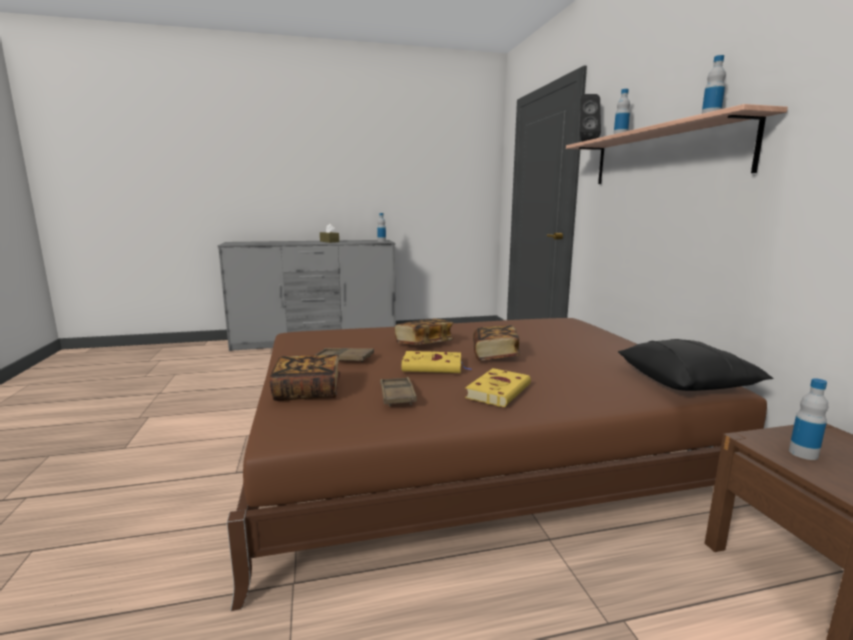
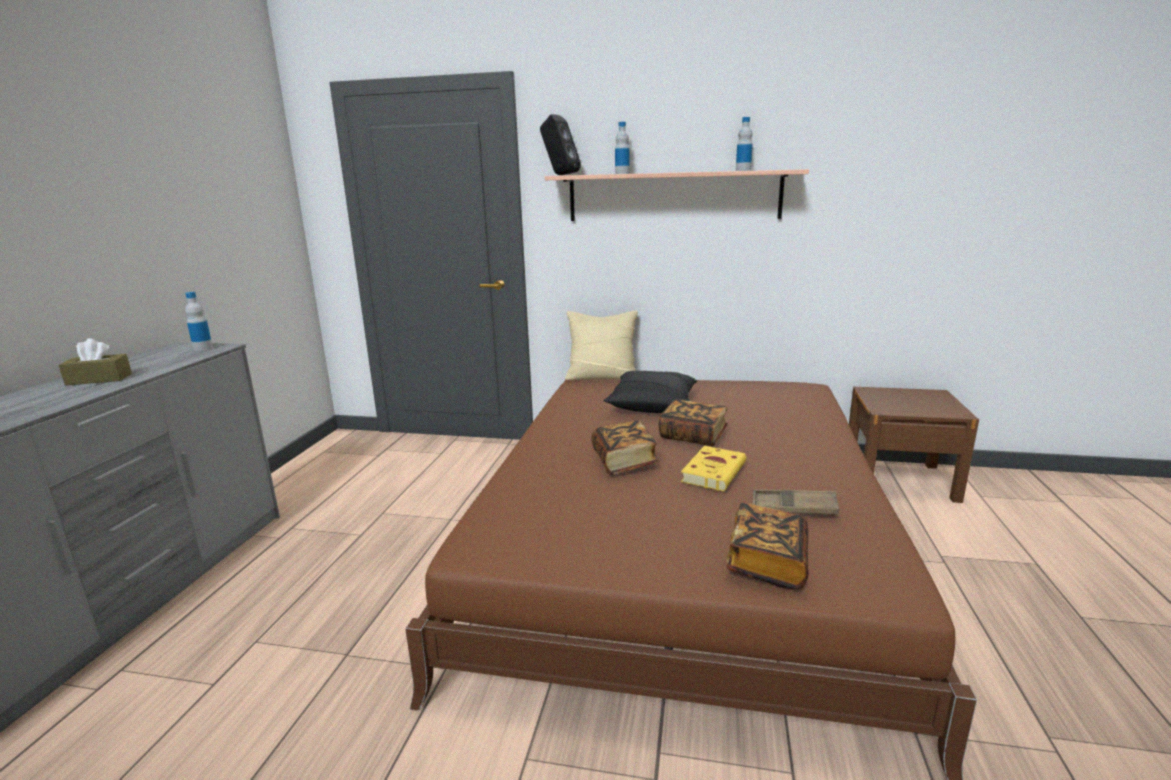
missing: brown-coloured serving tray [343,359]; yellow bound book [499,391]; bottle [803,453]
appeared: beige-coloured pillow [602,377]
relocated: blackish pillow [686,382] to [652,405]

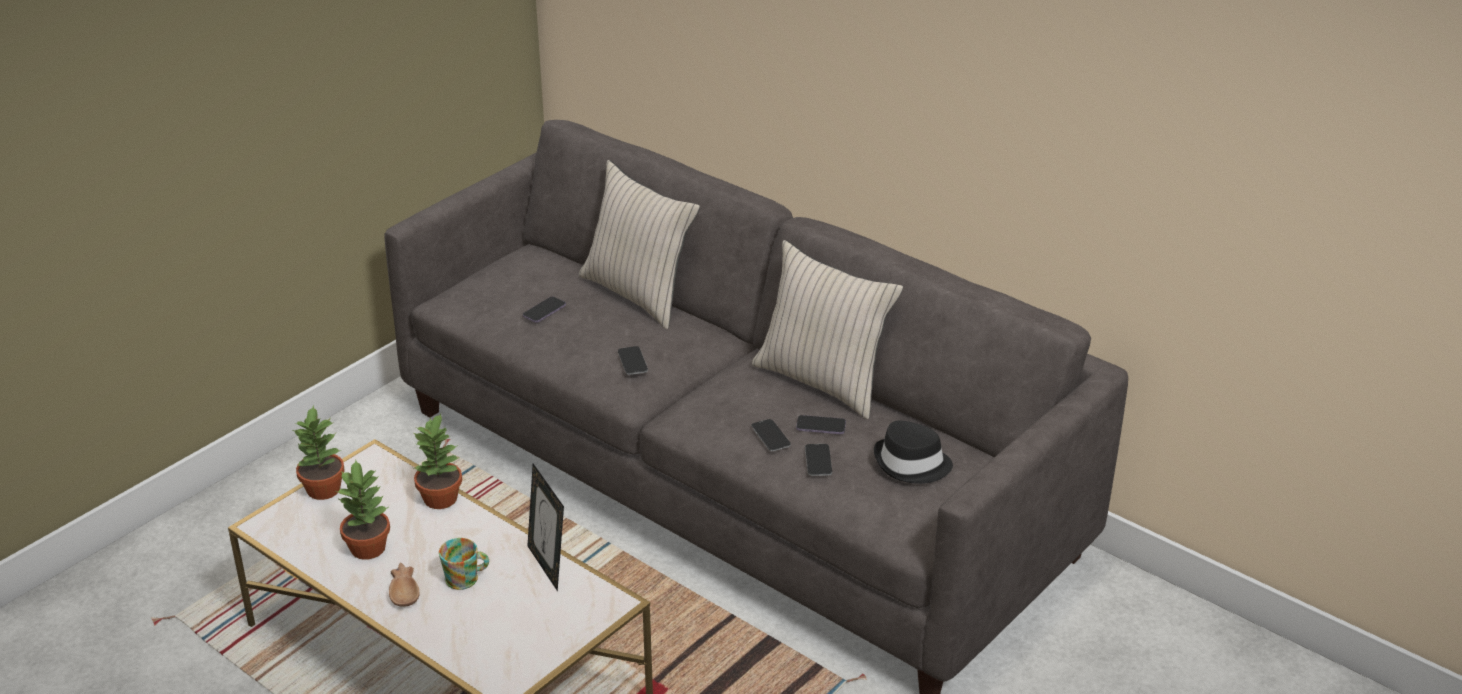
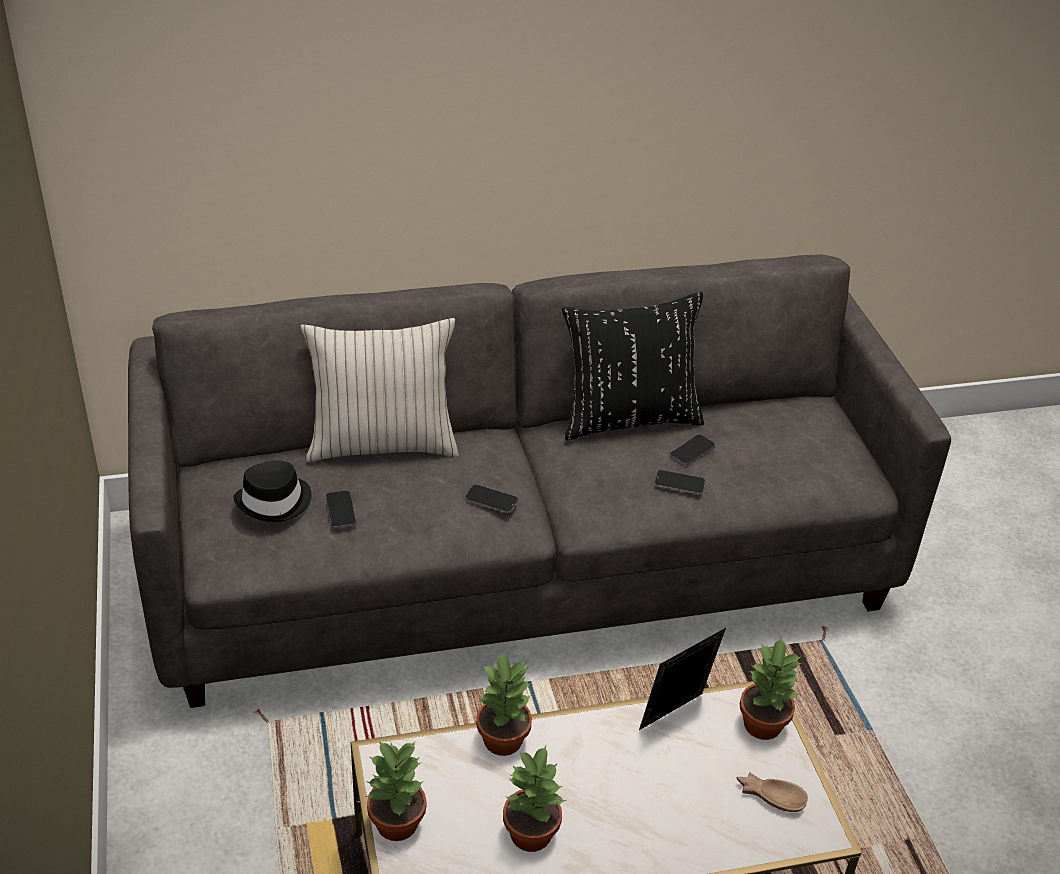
missing: mug [466,579]; handset [818,461]
appeared: plant in a pot [763,724]
relocated: blackish wearable hat [911,464] to [275,502]; brown-coloured bowl [405,589] to [770,794]
colour: beige-coloured pillow [823,381] to blackish pillow [628,418]
spun: standing frame [548,566] = [675,716] 135 degrees clockwise

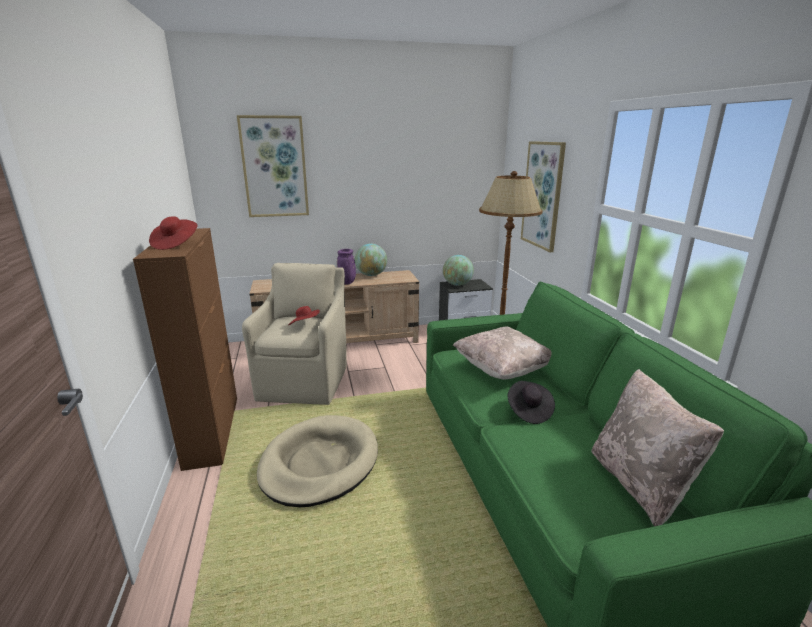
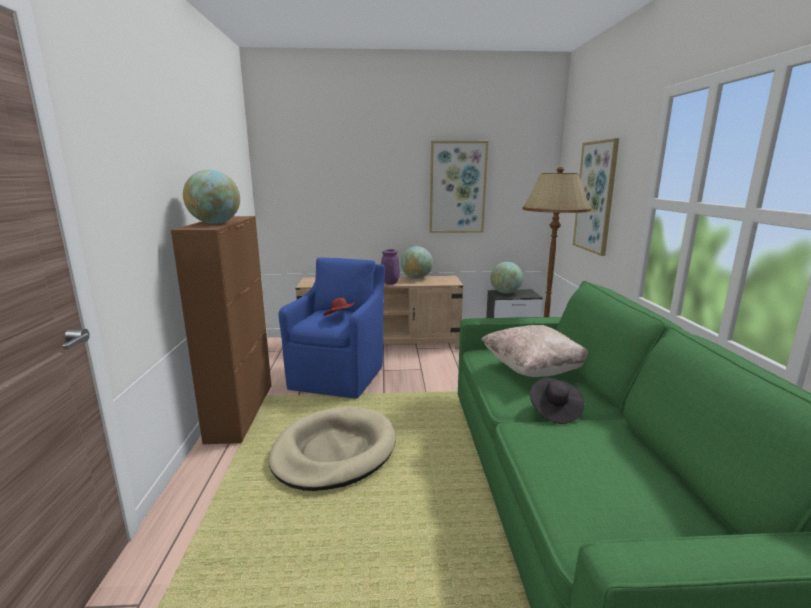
missing: beige-coloured pillow [639,484]
relocated: wall art [274,167] to [457,187]
exchanged: reddish wearable hat [175,244] to world globe [215,223]
colour: beige-coloured easy chair [305,381] to blue-coloured easy chair [339,376]

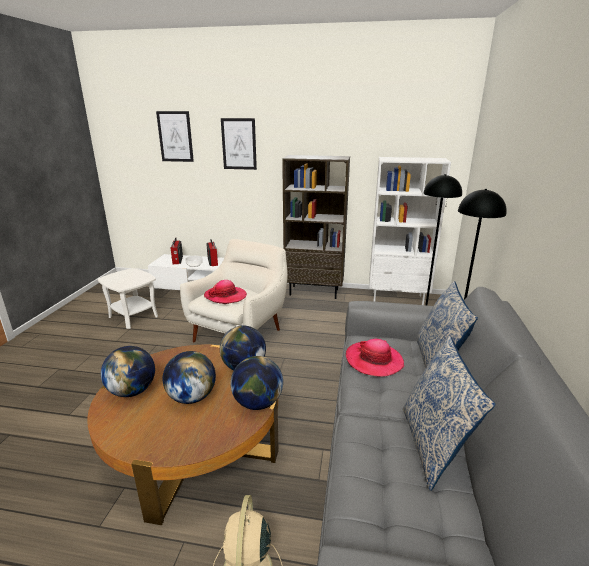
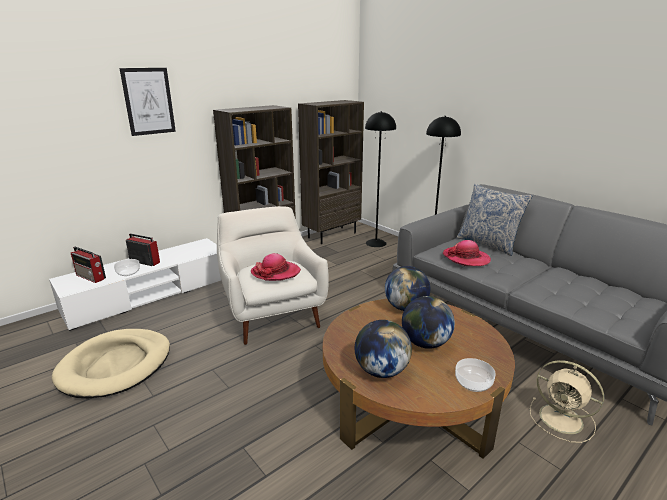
missing: wall art [175,136]; world globe [257,403]; pillow [433,445]
appeared: bowl [473,383]
exchanged: whitish accent table [133,316] to beige-coloured dog bed [116,365]
colour: whitish shelving unit [398,298] to brown-coloured shelving unit [332,235]

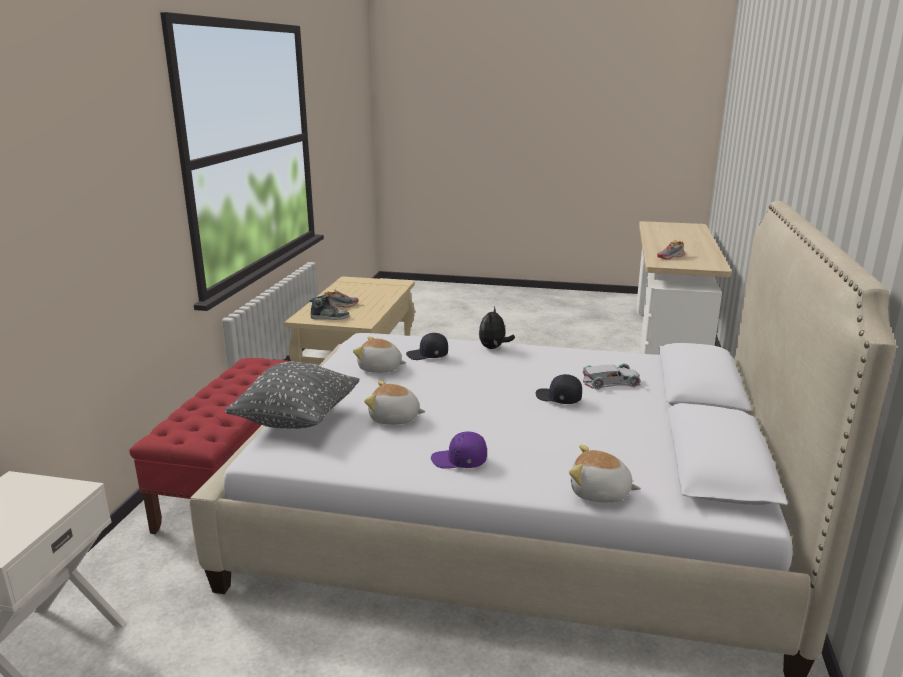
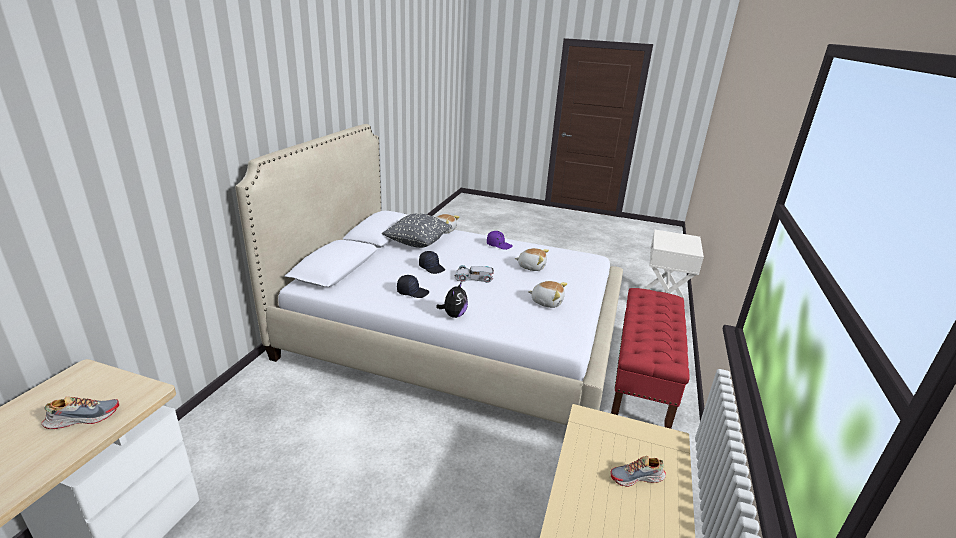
missing: shoe [329,317]
relocated: grey pillow [297,420] to [417,243]; blackish peaked cap [427,355] to [412,292]; whitish miniature car [611,382] to [473,277]

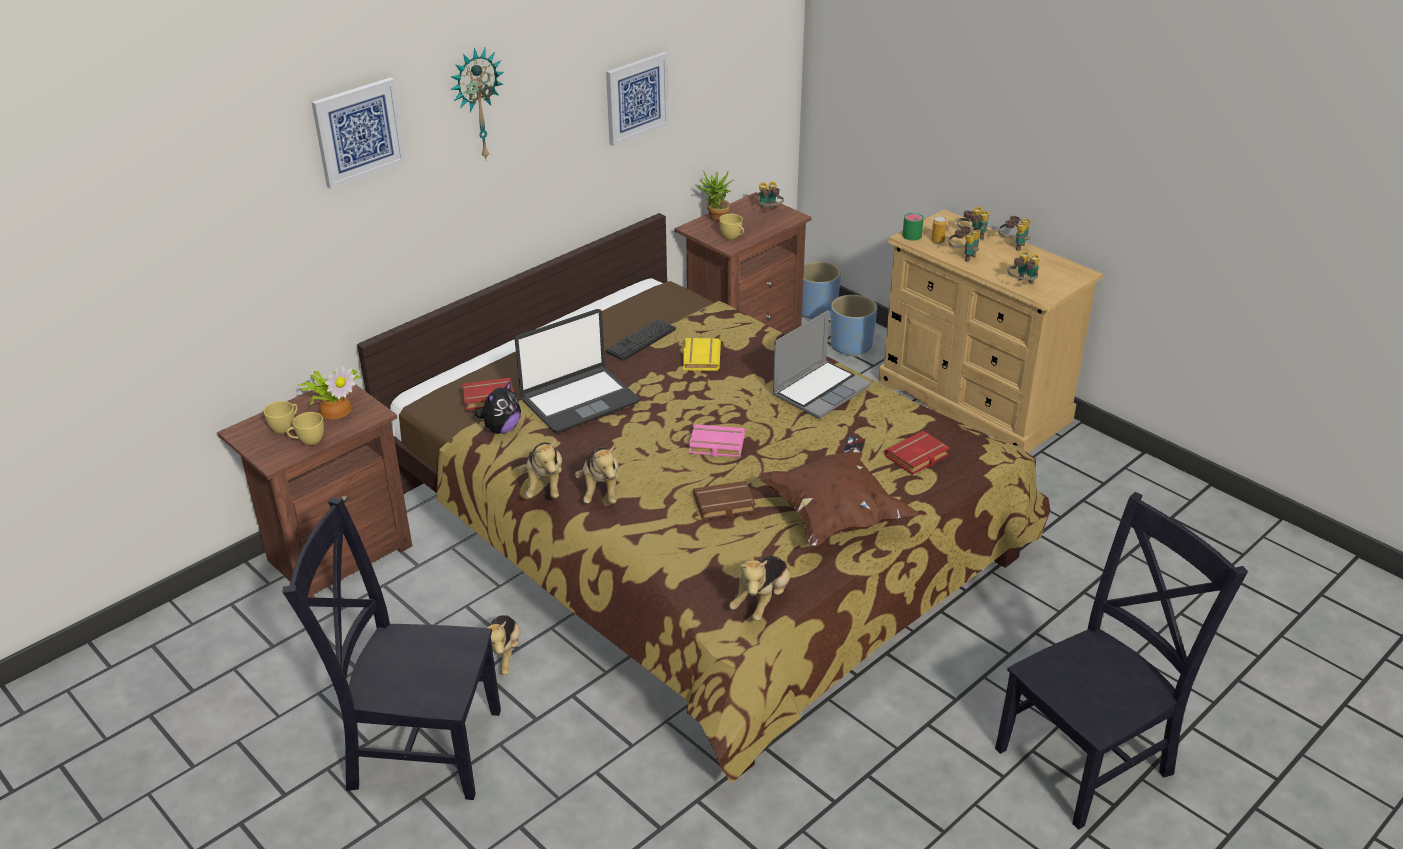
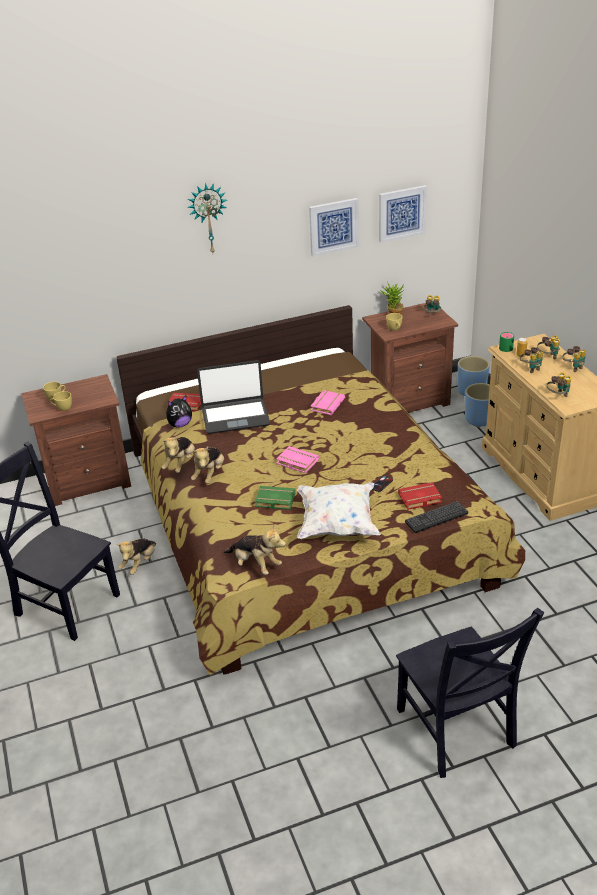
missing: plant in a pot [335,408]; portable computer [821,390]
relocated: wall art [358,132] to [401,213]; keyboard [641,340] to [436,517]
colour: brown-coloured bound book [723,505] to greenish bound book [274,501]; brown-coloured pillow [834,516] to whitish pillow [337,524]; yellow bound book [700,357] to pink-coloured bound book [327,404]
spun: plush toy [762,601] = [255,565] 105 degrees counterclockwise; blackish plain chair [1089,758] = [457,732] 75 degrees clockwise

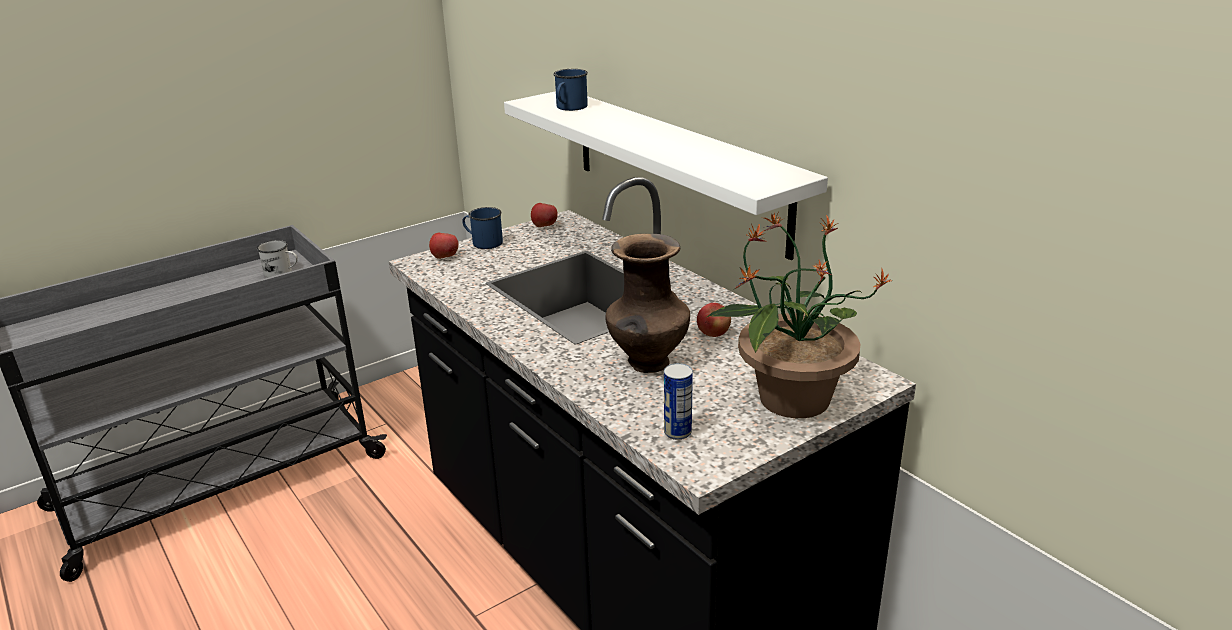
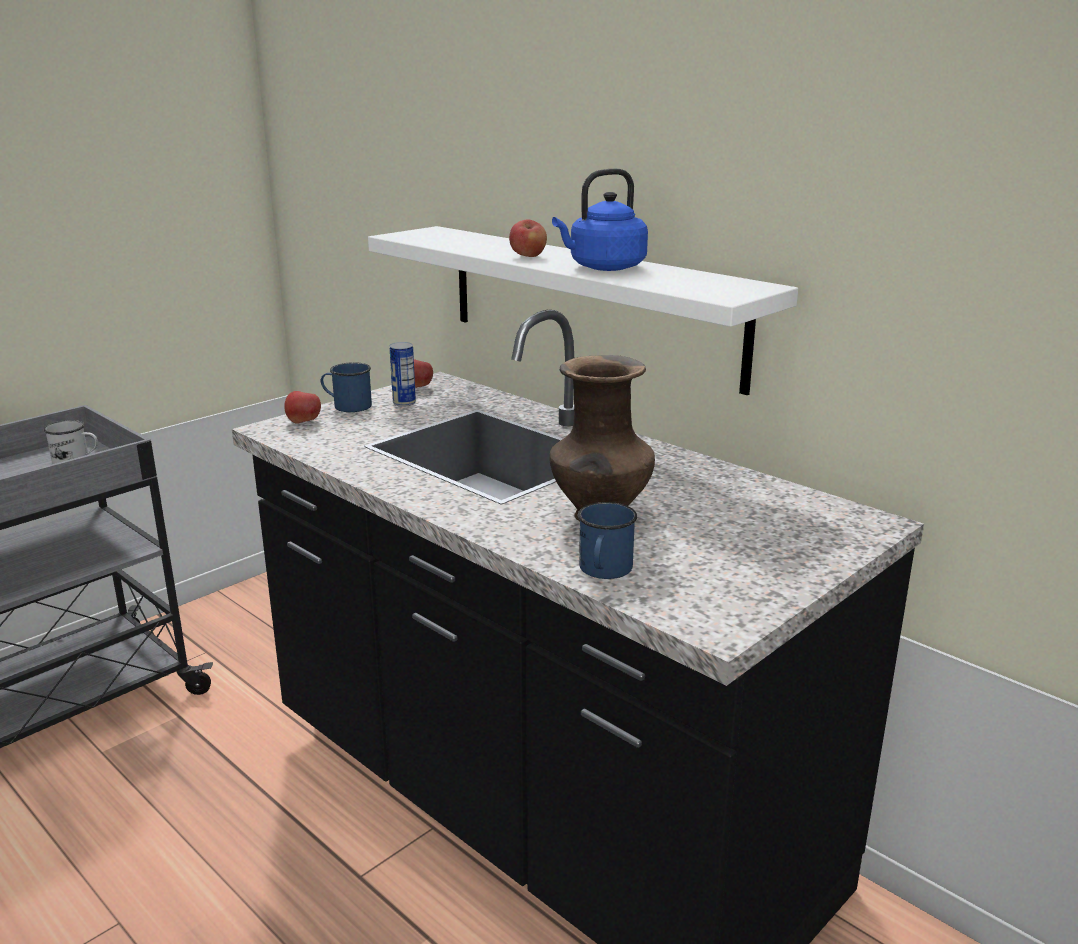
missing: plant in a pot [791,398]
appeared: blue-coloured water kettle [603,267]
relocated: sealed can [677,432] to [404,403]; apple [713,334] to [528,256]; blue-coloured mug [569,108] to [603,571]

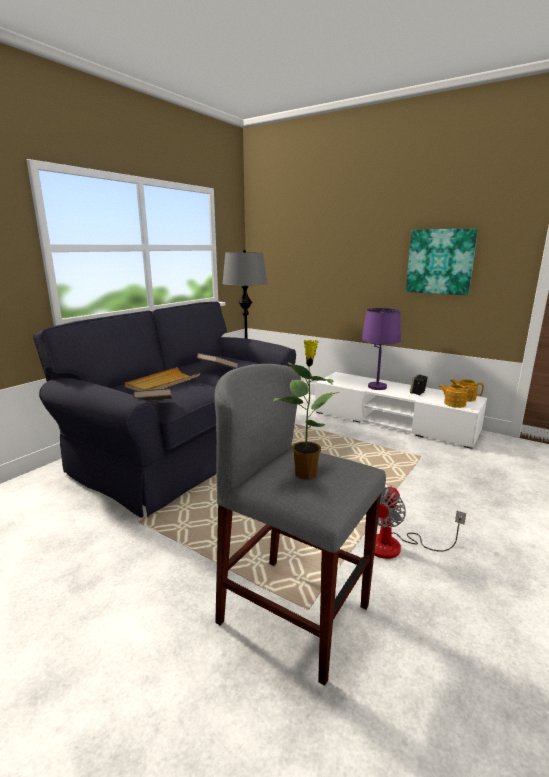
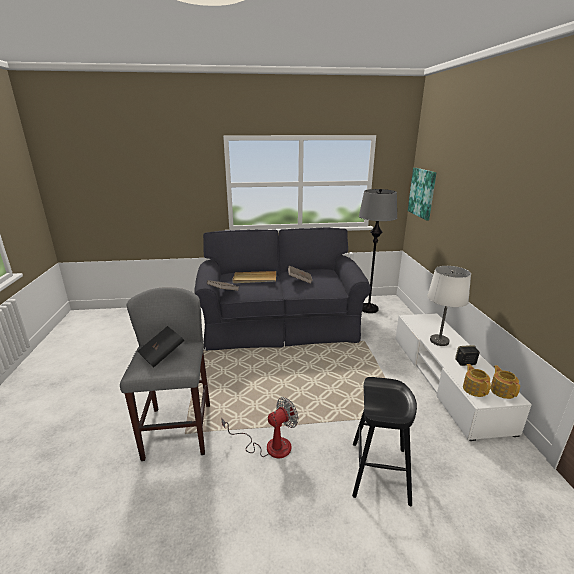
appeared: blackish sitting stool [379,471]
relocated: wall art [440,261] to [422,193]
exchanged: plant in a pot [306,473] to blackish bound book [162,355]
colour: purple-coloured lamp for a table [377,387] to whitish lamp for a table [439,341]
spun: cooling fan [396,546] = [269,446] 150 degrees clockwise

